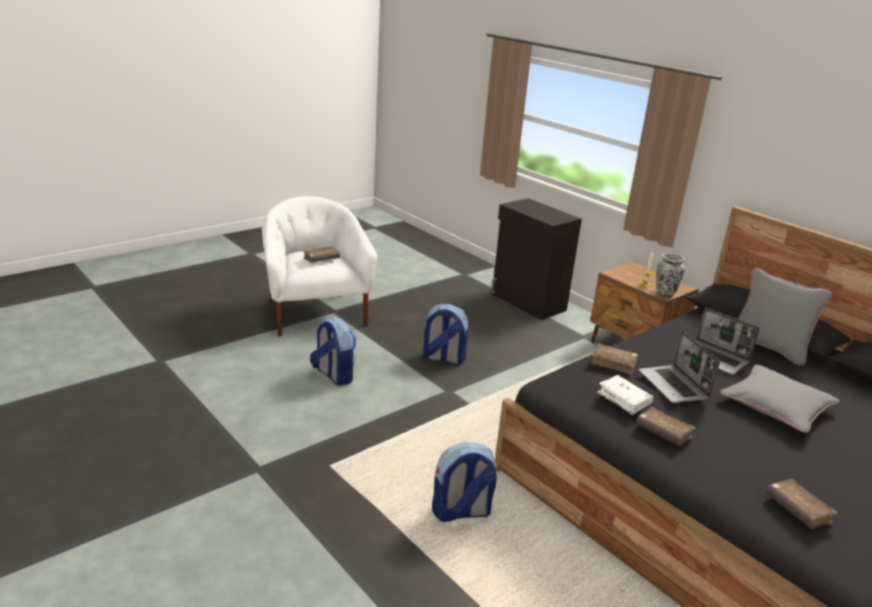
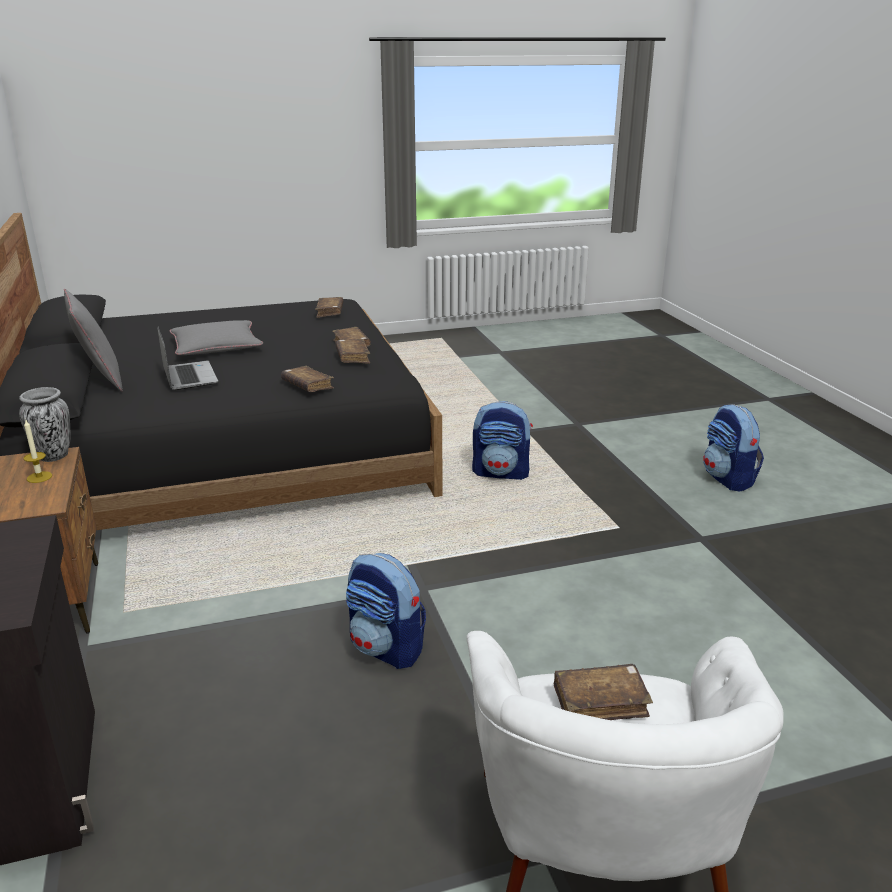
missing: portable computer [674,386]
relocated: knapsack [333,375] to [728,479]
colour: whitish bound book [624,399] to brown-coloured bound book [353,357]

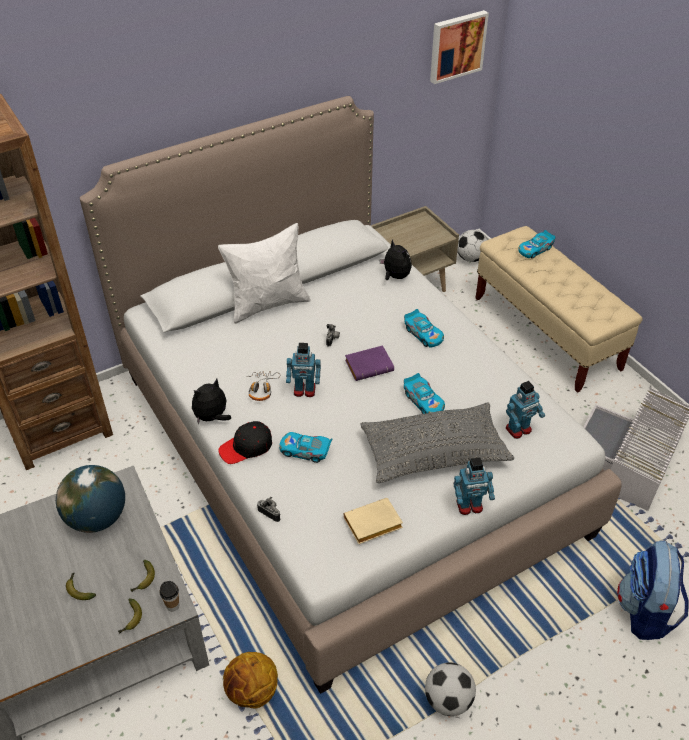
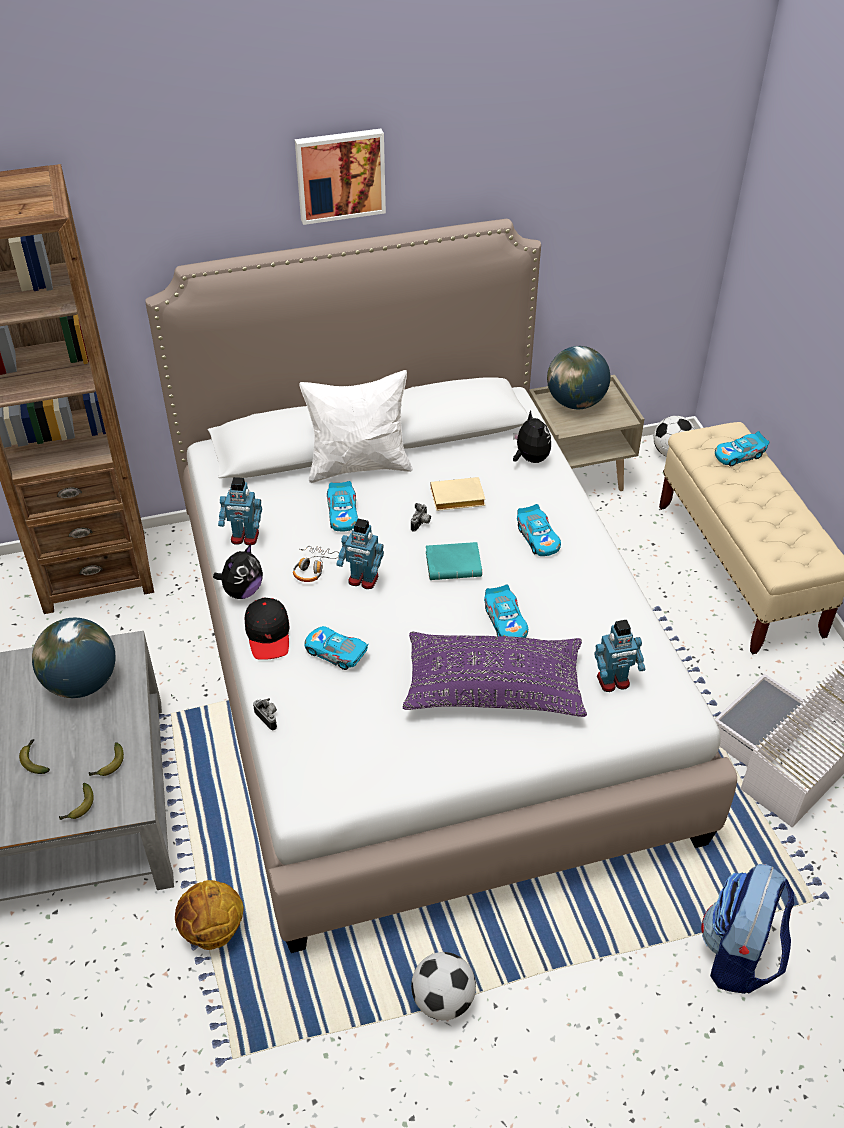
missing: drinking cup [172,605]
appeared: miniature car [342,514]; world globe [576,402]
relocated: toy robot [469,506] to [244,537]; wall art [456,46] to [340,174]; beige-coloured bound book [372,525] to [456,499]
colour: grey pillow [434,453] to purple-coloured pillow [494,688]; purple-coloured bound book [370,365] to turquoise bound book [454,564]
spun: plush toy [212,417] = [242,591] 150 degrees clockwise; blackish peaked cap [246,447] = [268,634] 90 degrees counterclockwise

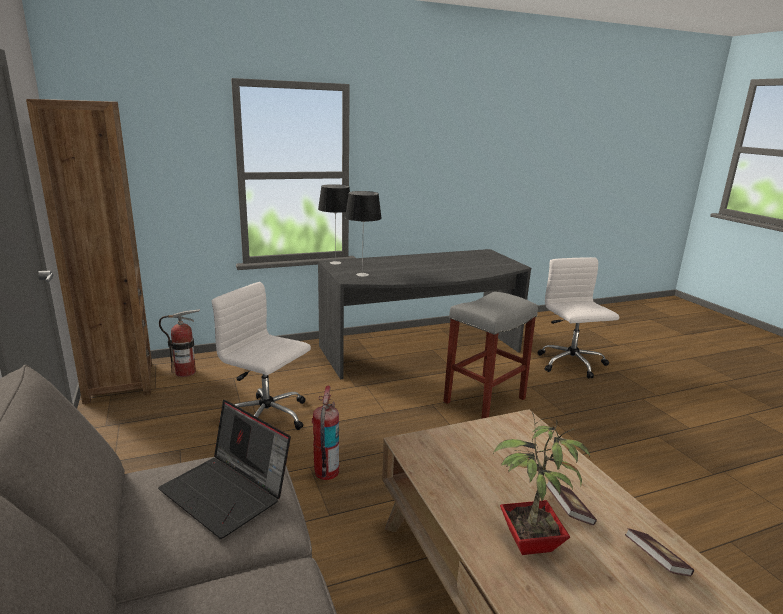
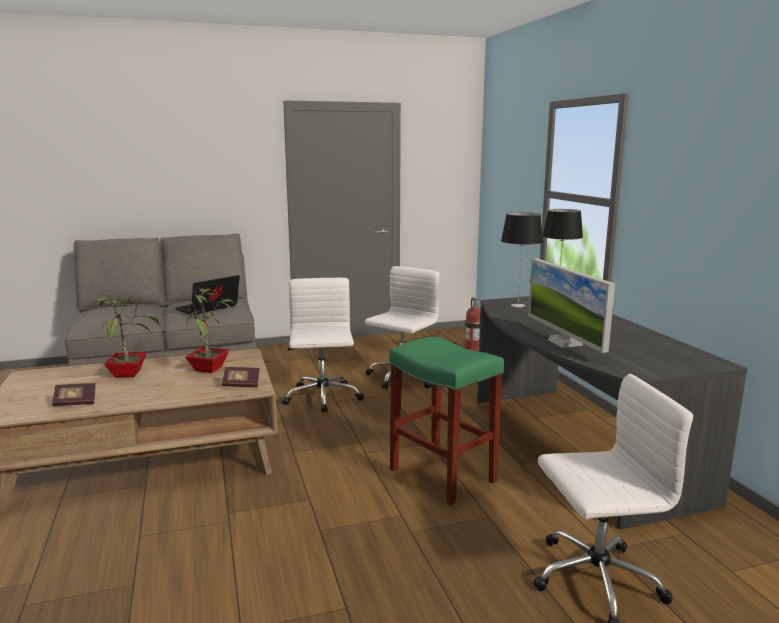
missing: brown-coloured shelving unit [119,382]
appeared: plant in a pot [210,369]; computer screen [565,342]
relocated: bound book [568,511] to [241,384]
exchanged: fire-fighting cylinder [326,472] to whitish office chair [322,398]
colour: grey sitting stool [484,401] to greenish sitting stool [441,475]

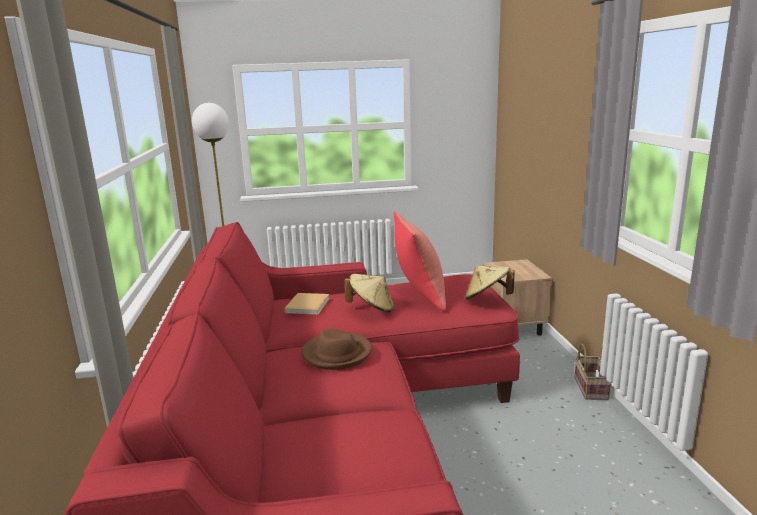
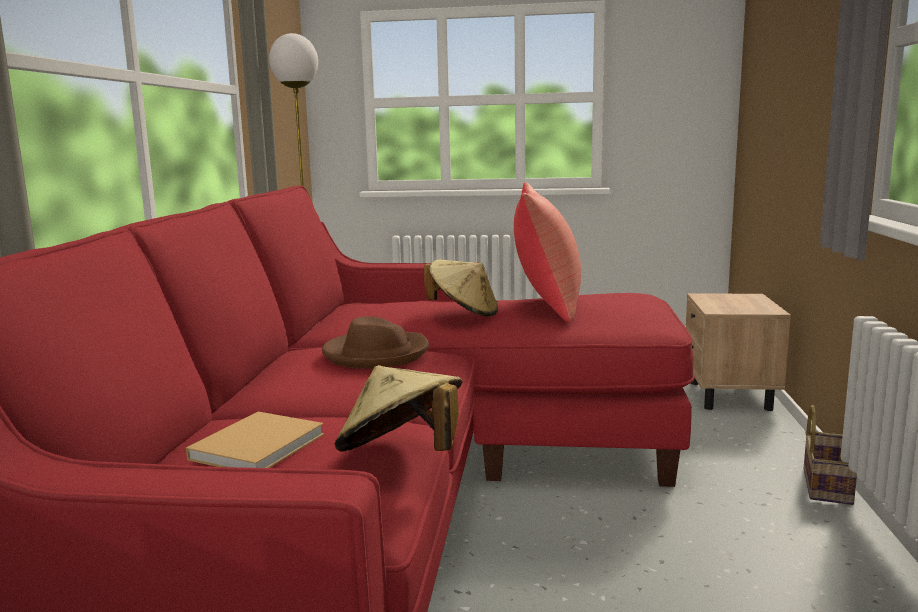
relocated: beige-coloured bound book [308,305] to [260,445]; beige-coloured wearable hat [487,299] to [401,456]

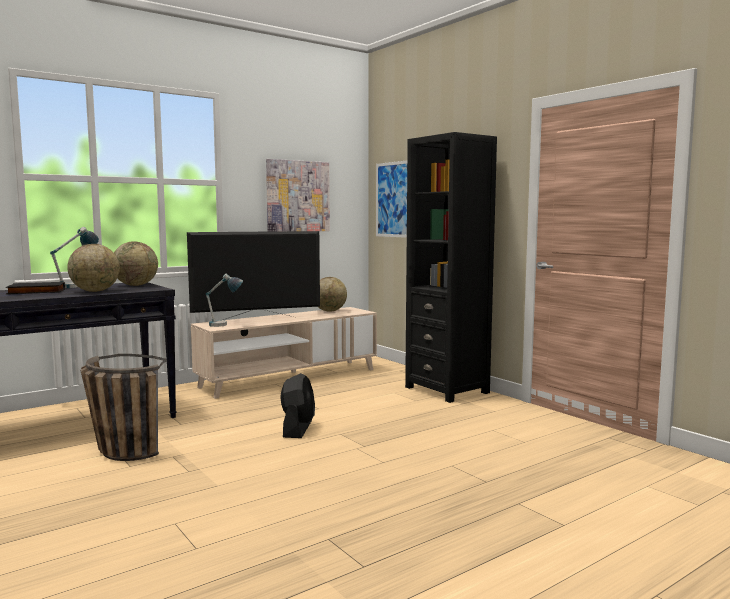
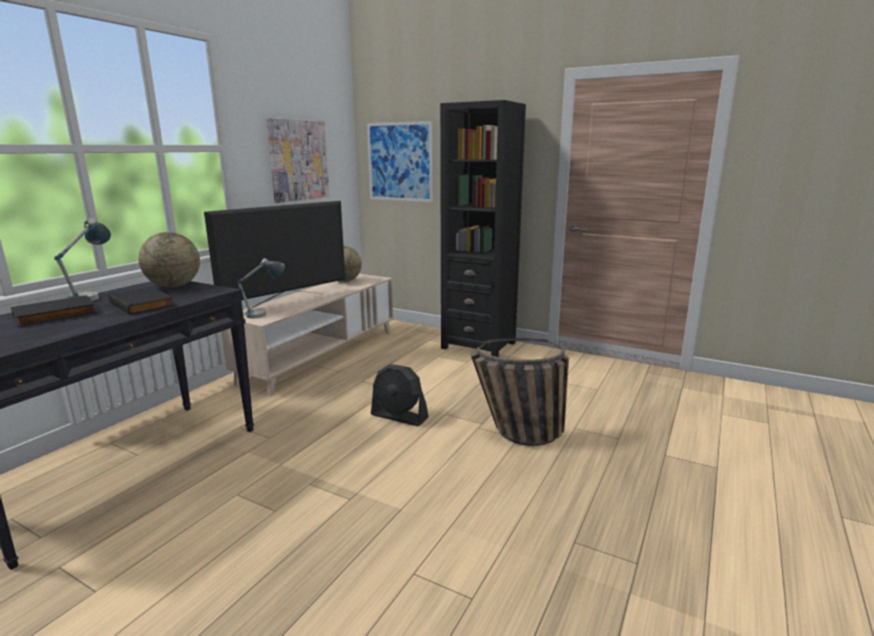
relocated: storage basket [118,450] to [516,435]
exchanged: world globe [95,291] to blackish bound book [143,304]
spun: blackish cooling fan [298,428] = [399,416] 135 degrees clockwise

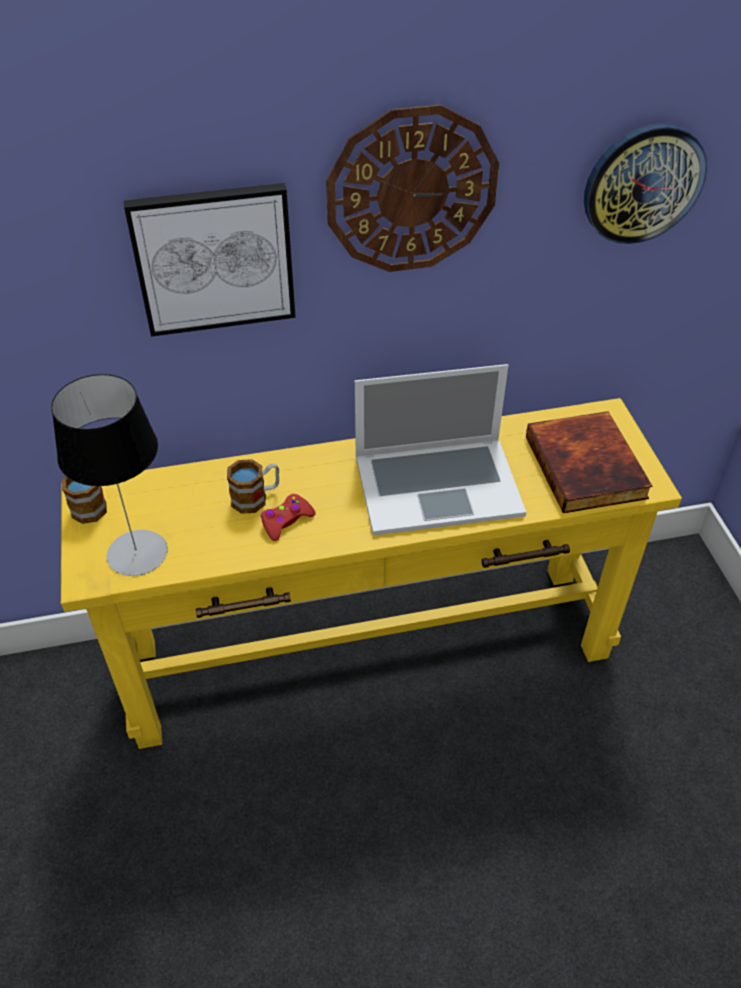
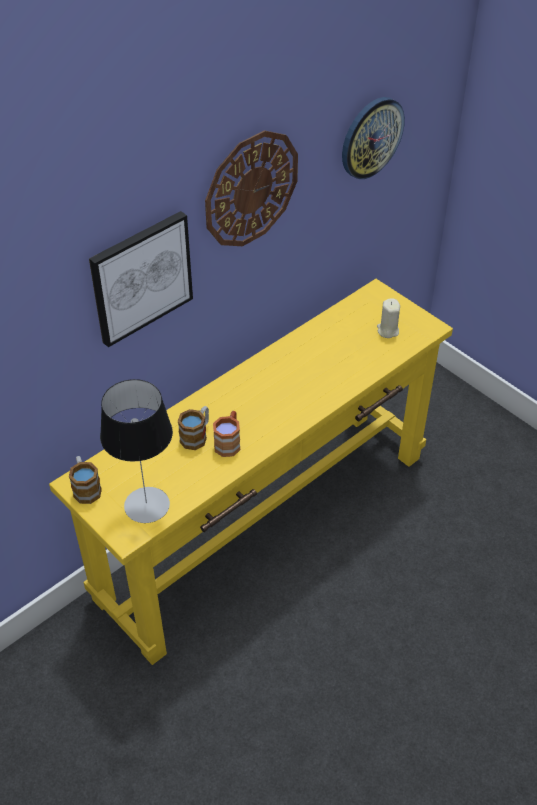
missing: portable computer [437,484]
exchanged: reddish gamepad [286,521] to brown-coloured mug [229,442]; bound book [588,467] to beige-coloured wax candle [387,330]

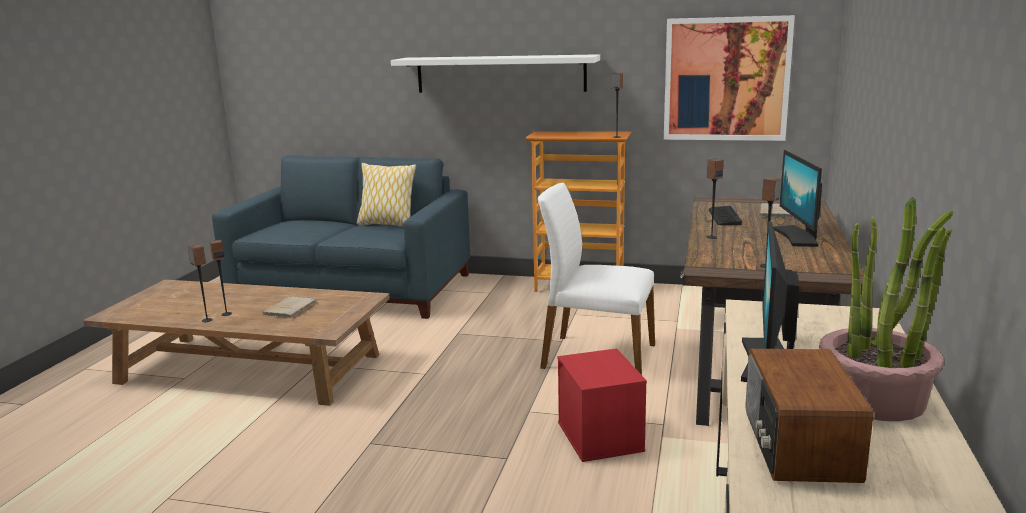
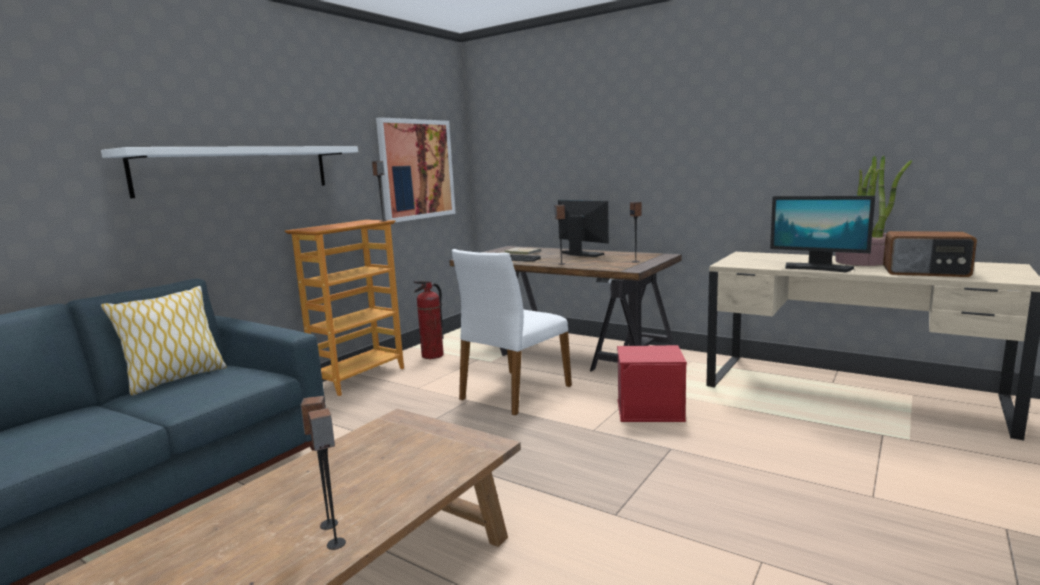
missing: beige-coloured bound book [290,309]
appeared: fire-fighting cylinder [432,355]
spun: computer screen [797,237] = [581,254] 150 degrees counterclockwise

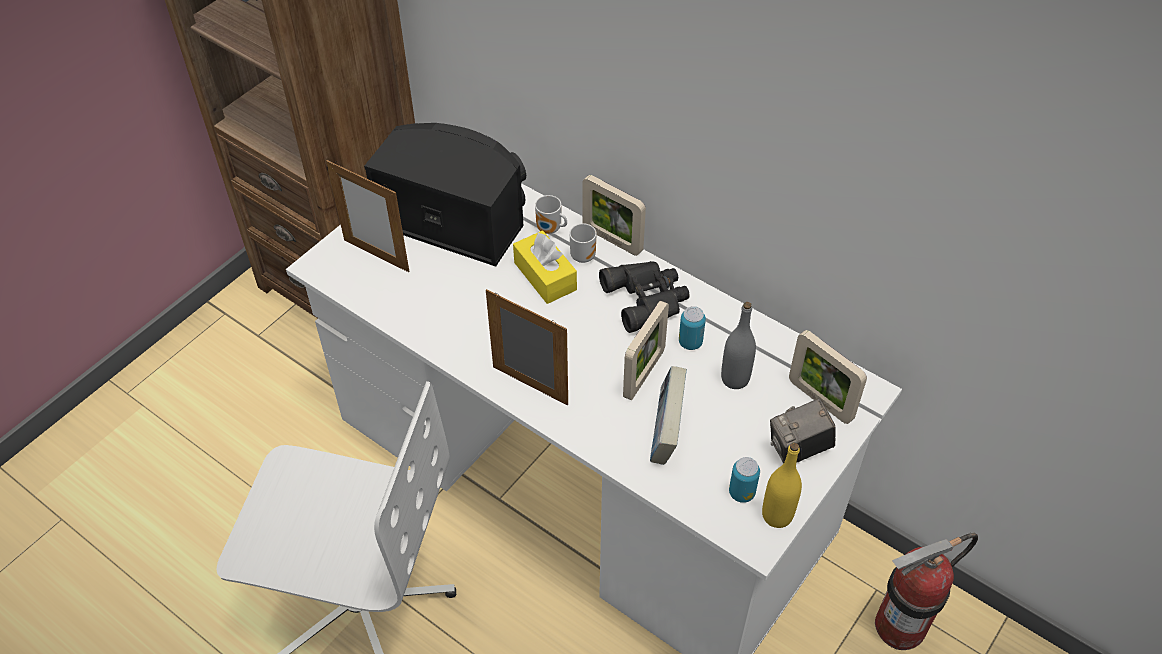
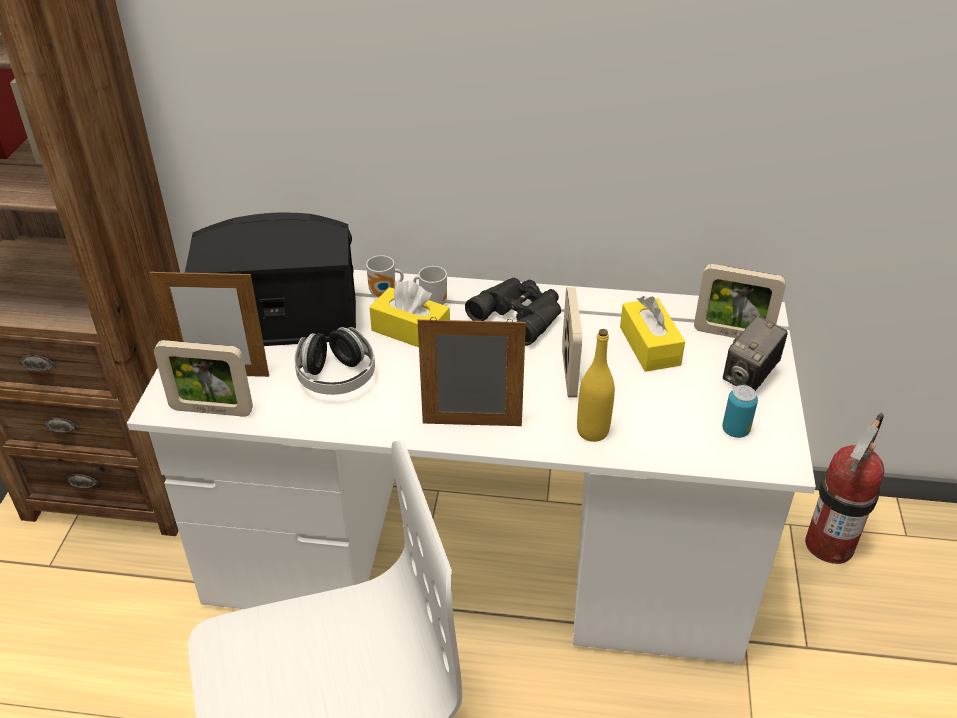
missing: bound book [666,435]; sealed can [690,342]
appeared: headset [336,378]
relocated: standing frame [612,240] to [211,410]; yellow bottle [777,515] to [592,431]
exchanged: grey bottle [735,379] to yellow tissue box [649,346]

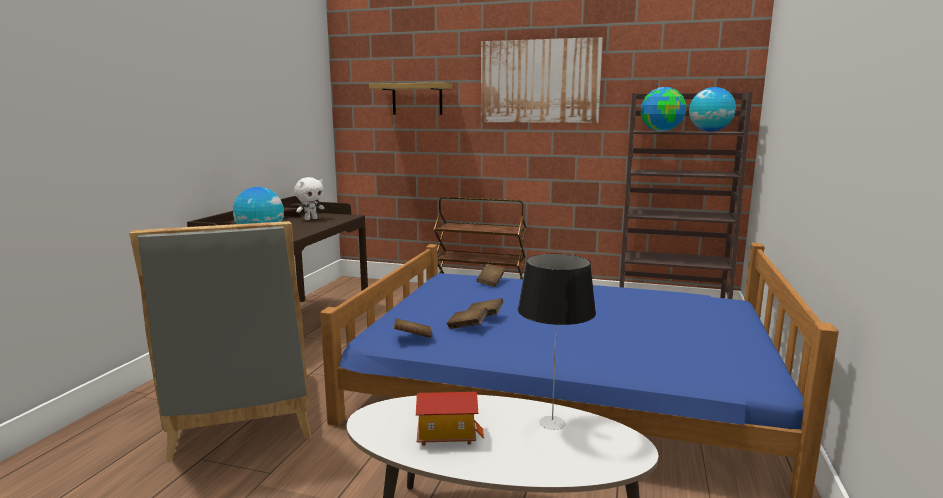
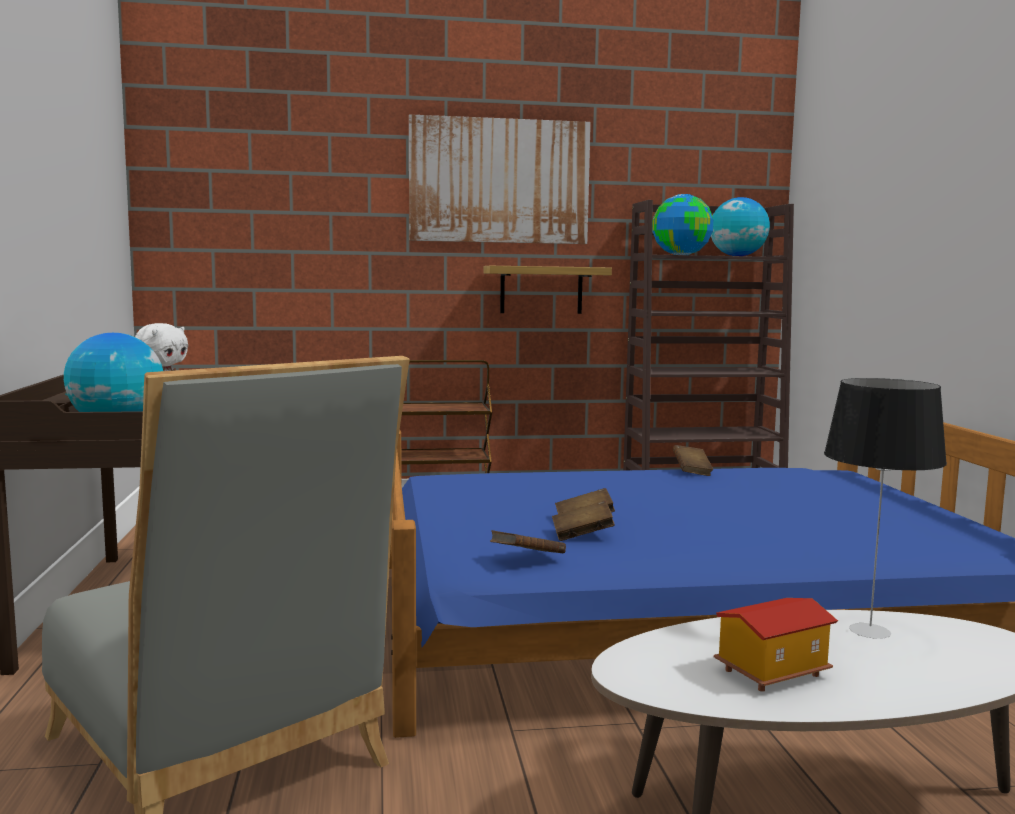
relocated: shelf [417,99] to [541,290]; brown-coloured bound book [491,282] to [692,472]

